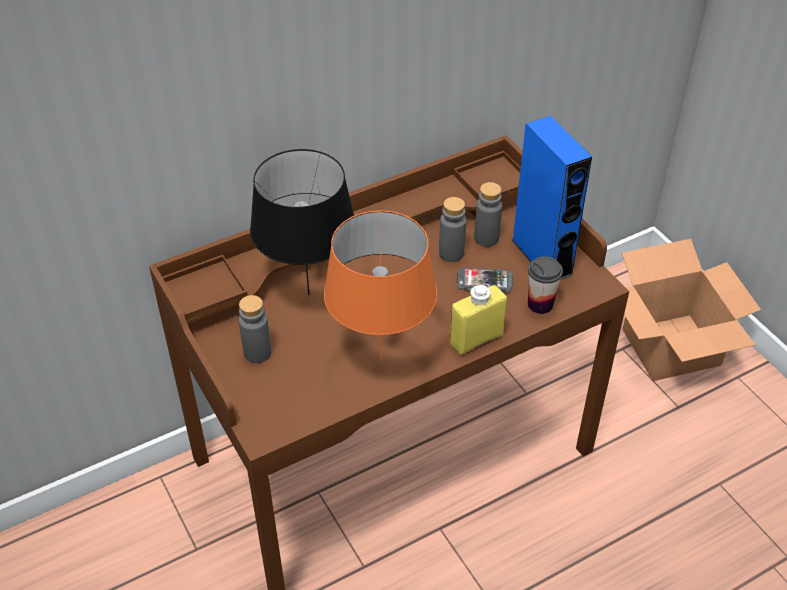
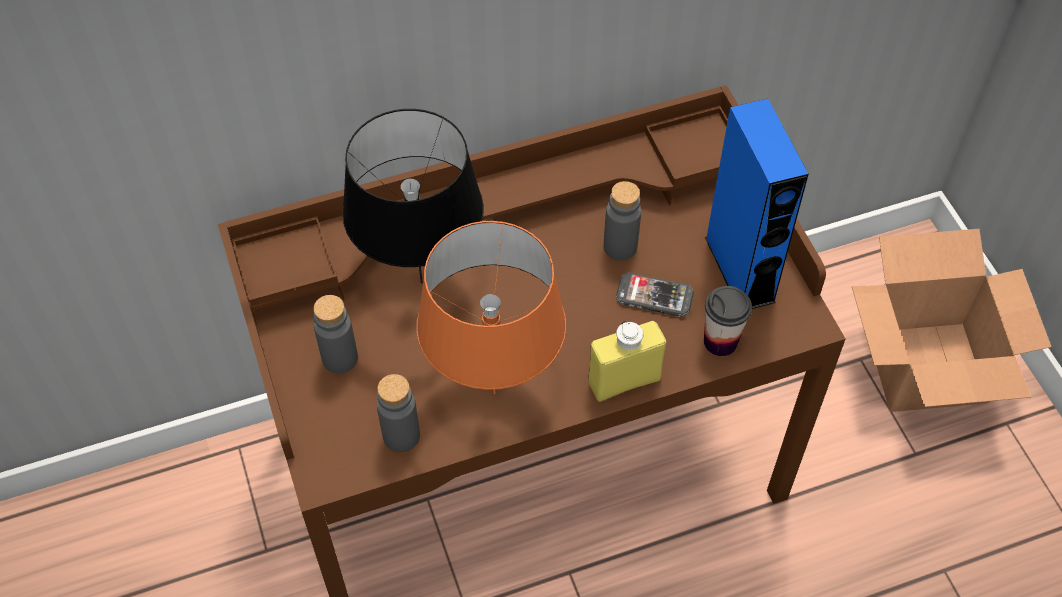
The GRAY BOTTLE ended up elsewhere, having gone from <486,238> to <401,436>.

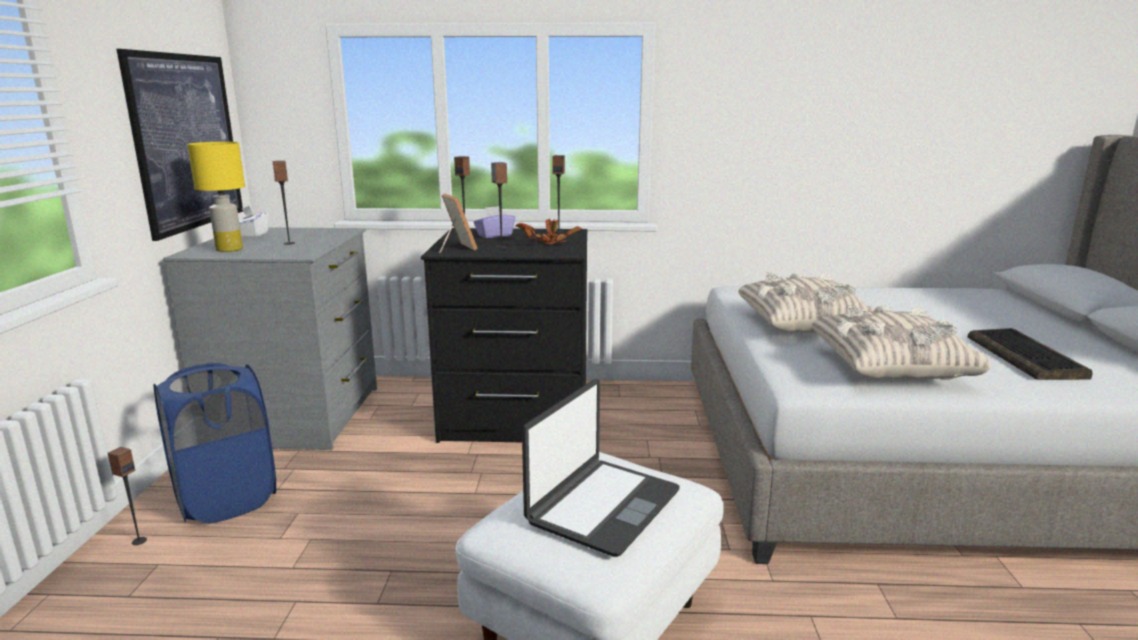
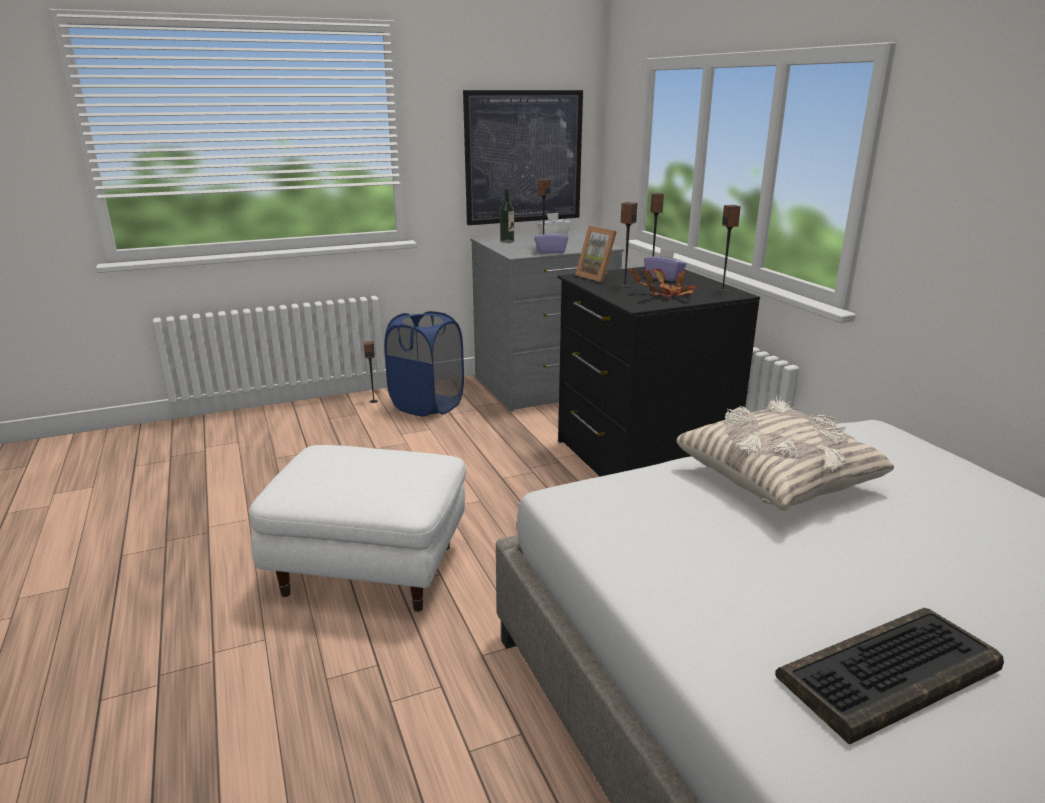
Where the YELLOW-COLOURED TABLETOP LAMP stood at <228,249>, the BOTTLE came to stand at <507,241>. The STANDING FRAME at <455,248> ended up facing another way, 105 degrees clockwise from before. The second view lost the SAND-COLOURED PILLOW at <890,369>. The second view lost the LAPTOP at <602,506>. The second view gained the PURPLISH TISSUE HOLDER at <550,251>.

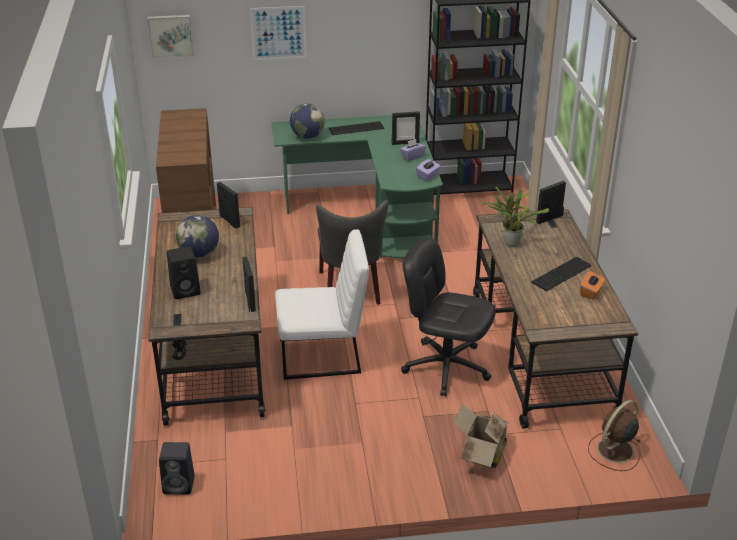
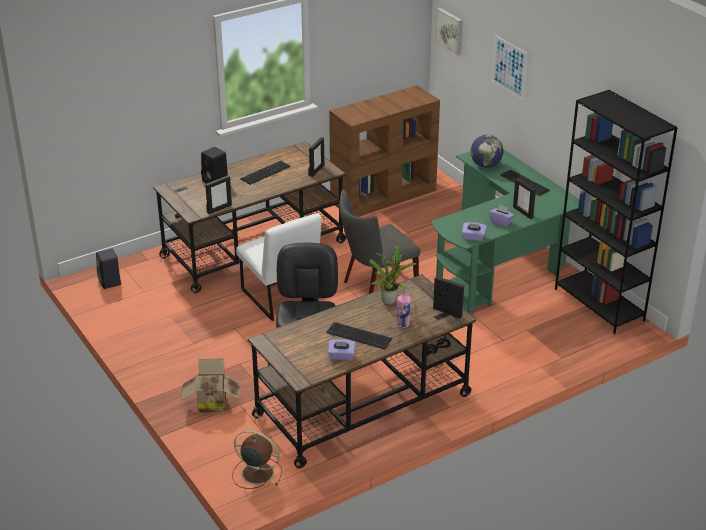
Where the GLOBE stood at <199,254>, the COMPUTER KEYBOARD came to stand at <264,172>. What was the ORANGE TISSUE HOLDER at <591,292> turned into the PURPLISH TISSUE HOLDER at <341,356>. The second view gained the PINK-COLOURED BOTTLE at <403,324>.

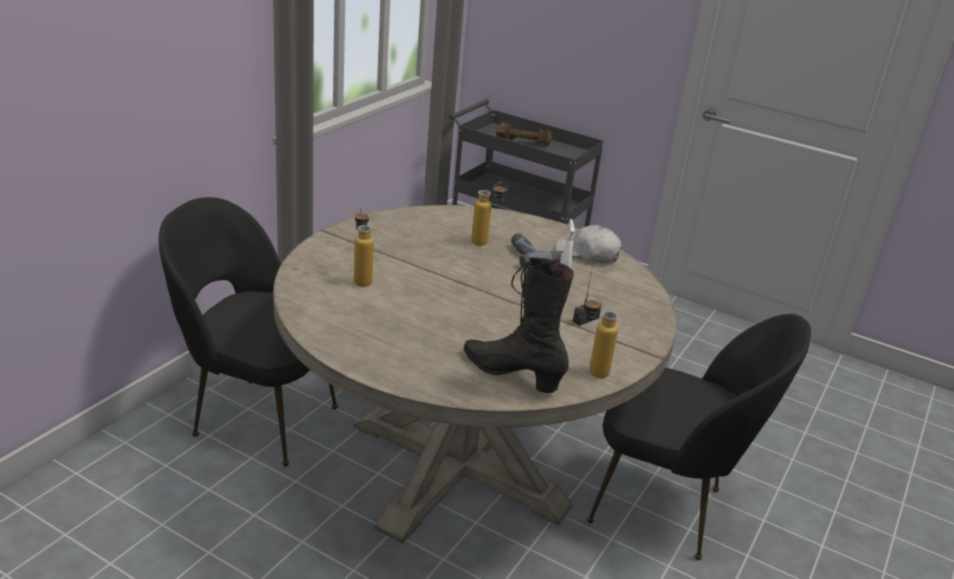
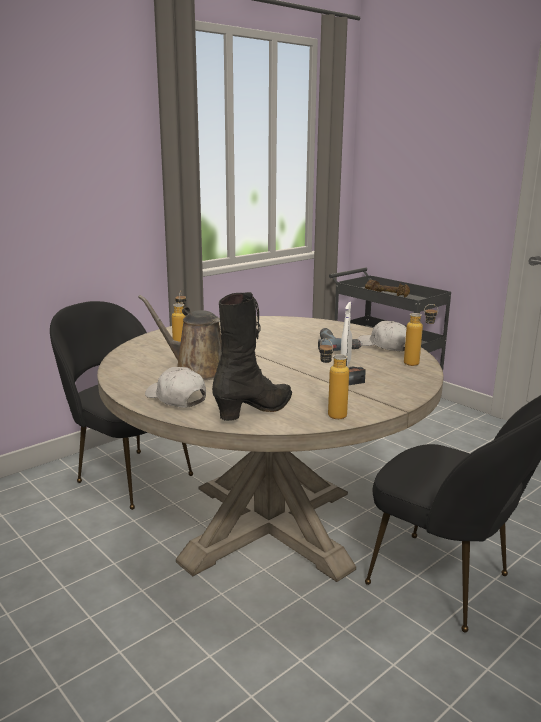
The BOTTLE ended up elsewhere, having gone from <486,242> to <418,364>. The BLACK BOOT at <512,374> ended up facing another way, 75 degrees clockwise from before. The second view gained the BROWNISH SPRINKLING CAN at <197,370>. The second view gained the WHITE-COLOURED CAP at <176,398>.

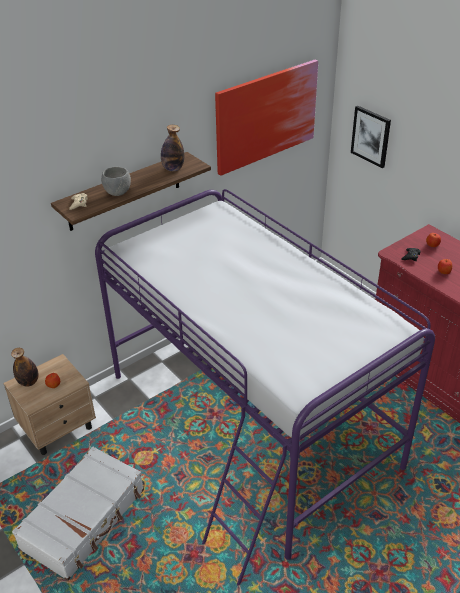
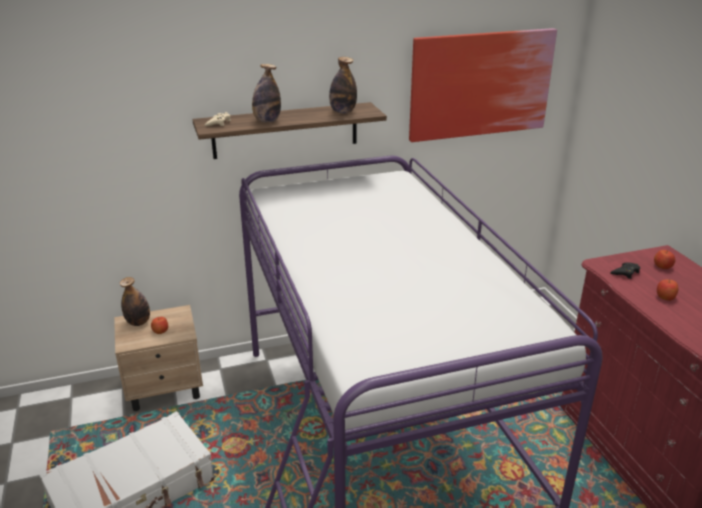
The second view lost the WALL ART at <371,136>. Where the GRAY DEEP DISH stood at <118,193>, the BOTTLE came to stand at <267,121>.

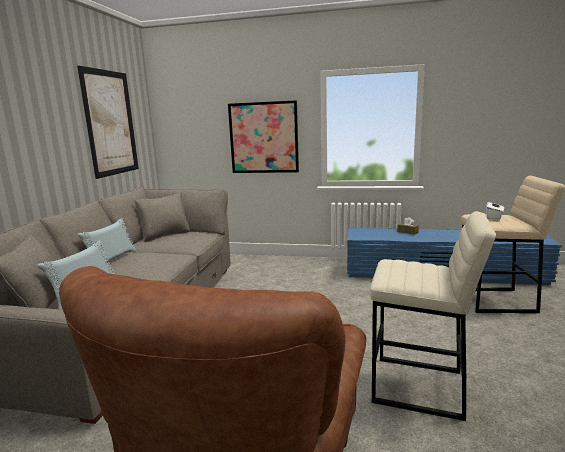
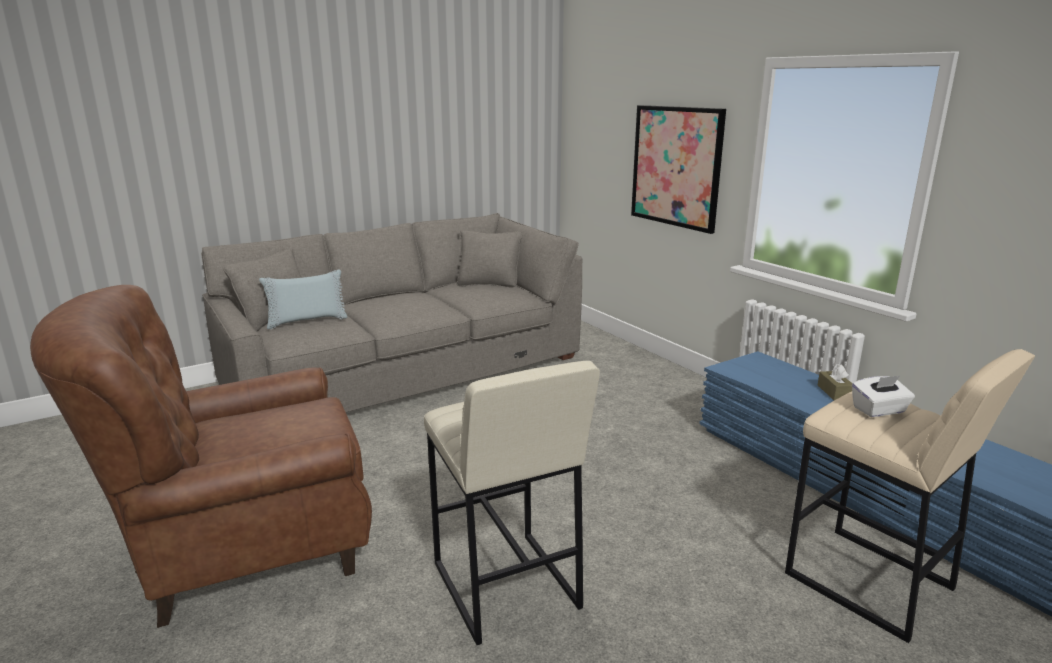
The second view lost the WALL ART at <111,123>. The second view lost the BLUE-COLOURED PILLOW at <112,260>.

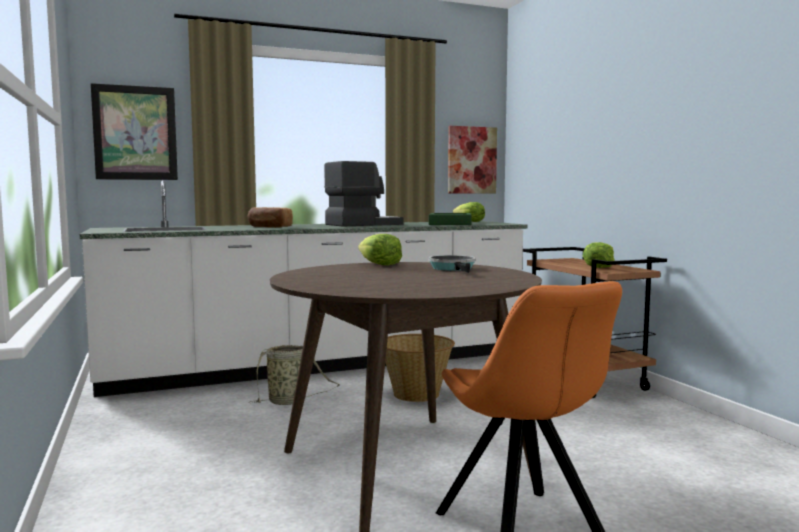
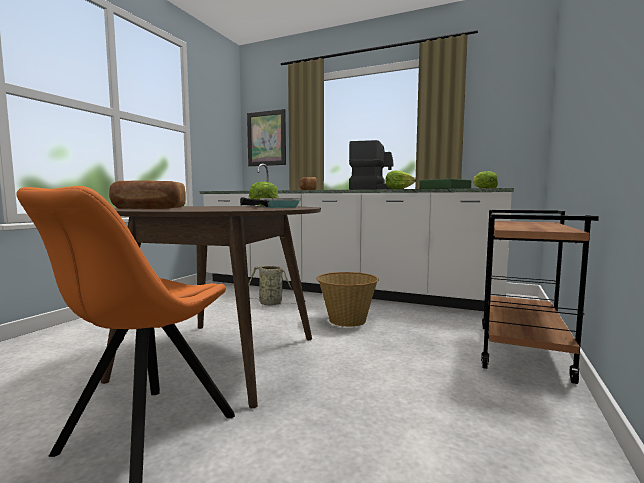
The second view lost the WALL ART at <471,160>. The LETTUCE ended up elsewhere, having gone from <598,266> to <398,189>. The second view gained the BAKERY BREAD at <148,208>.

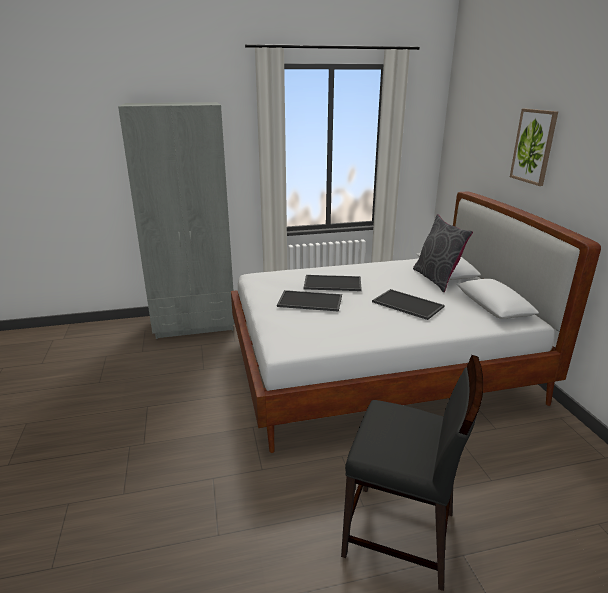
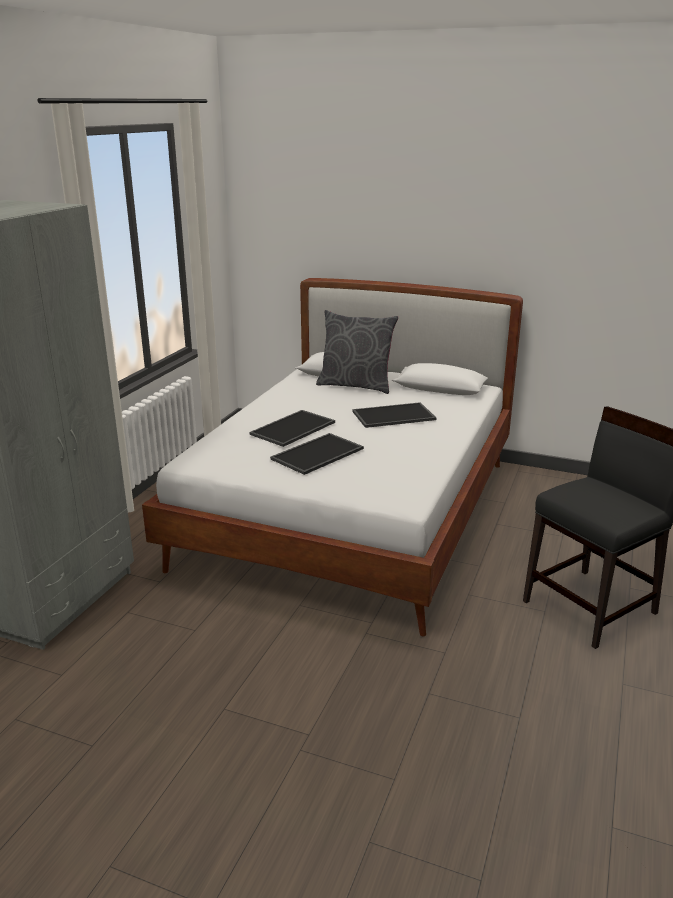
The second view lost the WALL ART at <534,146>.

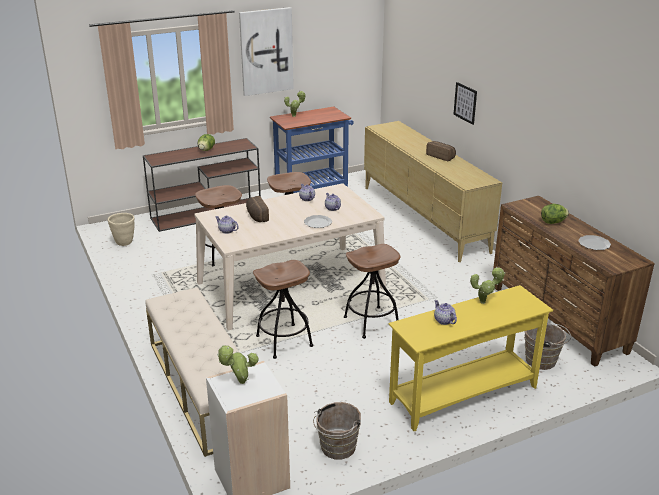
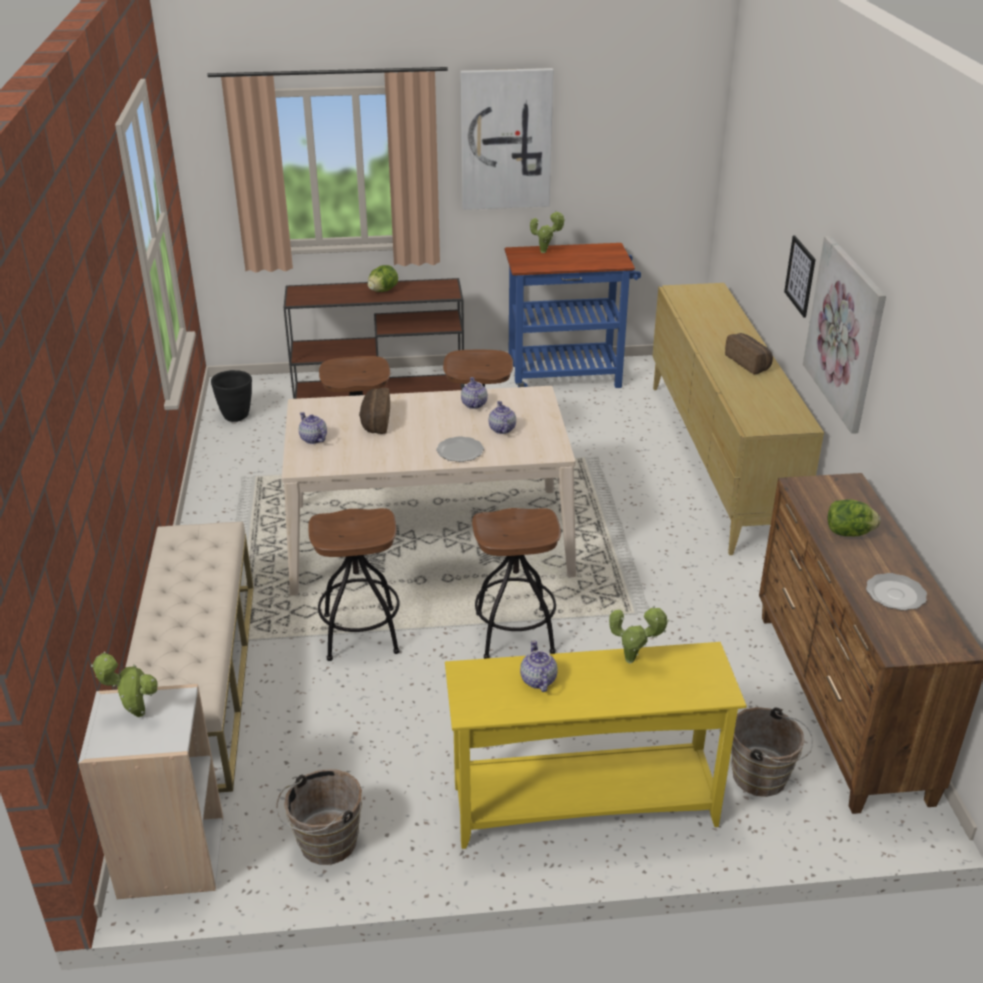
What was the SAND-COLOURED PLANTER at <124,242> turned into the BLACK PLANTER at <236,416>. The second view gained the WALL ART at <844,332>.

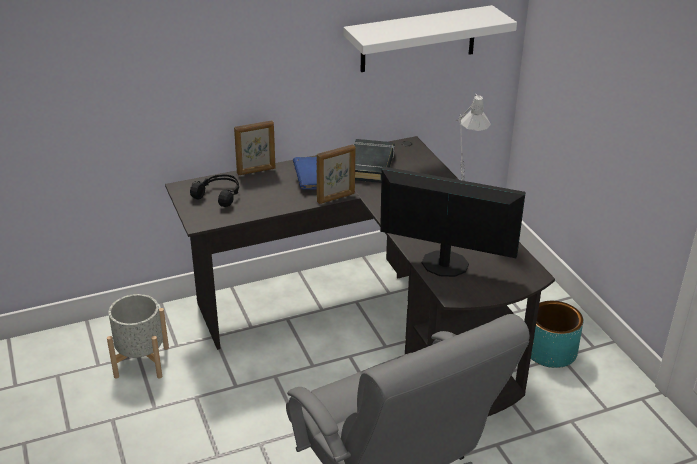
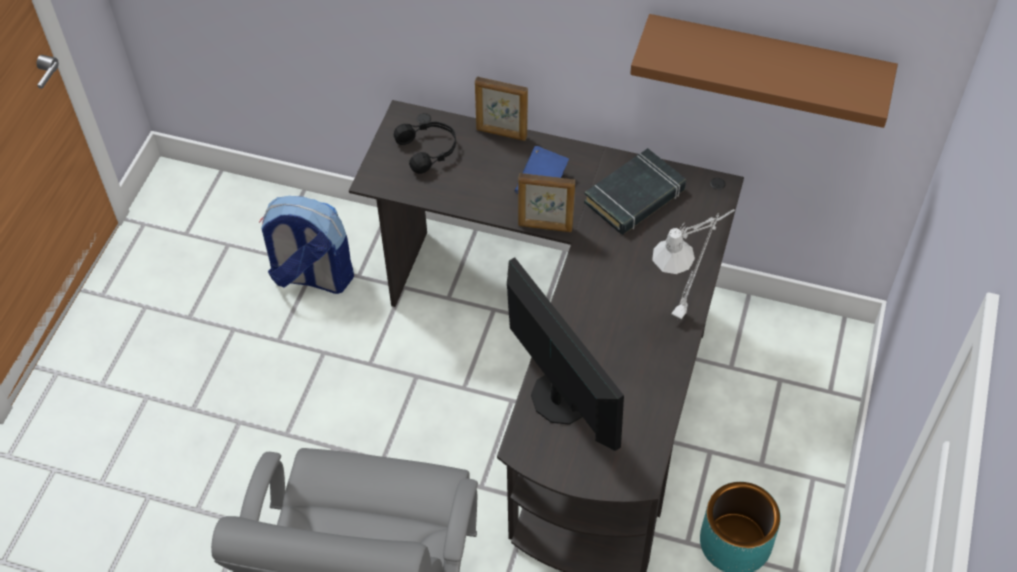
What was the WHITE-COLOURED WALL SHELF at <418,39> turned into the BROWNISH WALL SHELF at <766,65>. Where the GRAY PLANTER stood at <142,362>, the KNAPSACK came to stand at <311,276>.

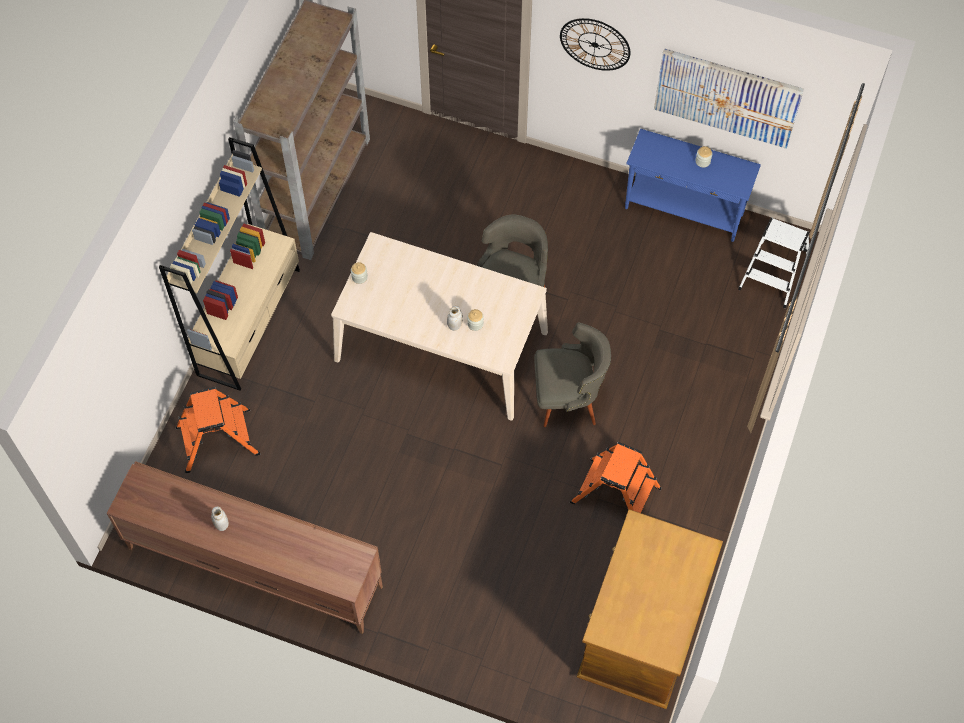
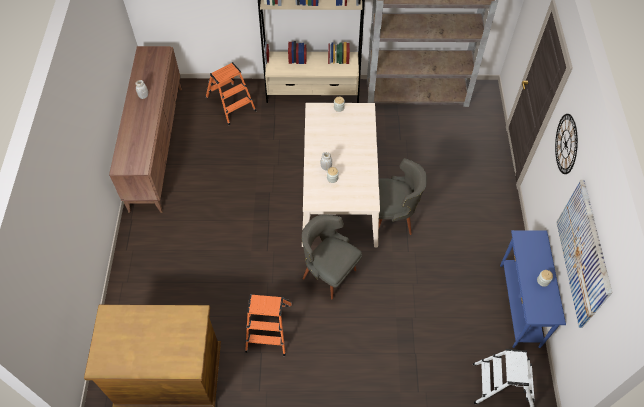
The GRAY CHAIR at <567,401> ended up facing another way, 150 degrees clockwise from before.

